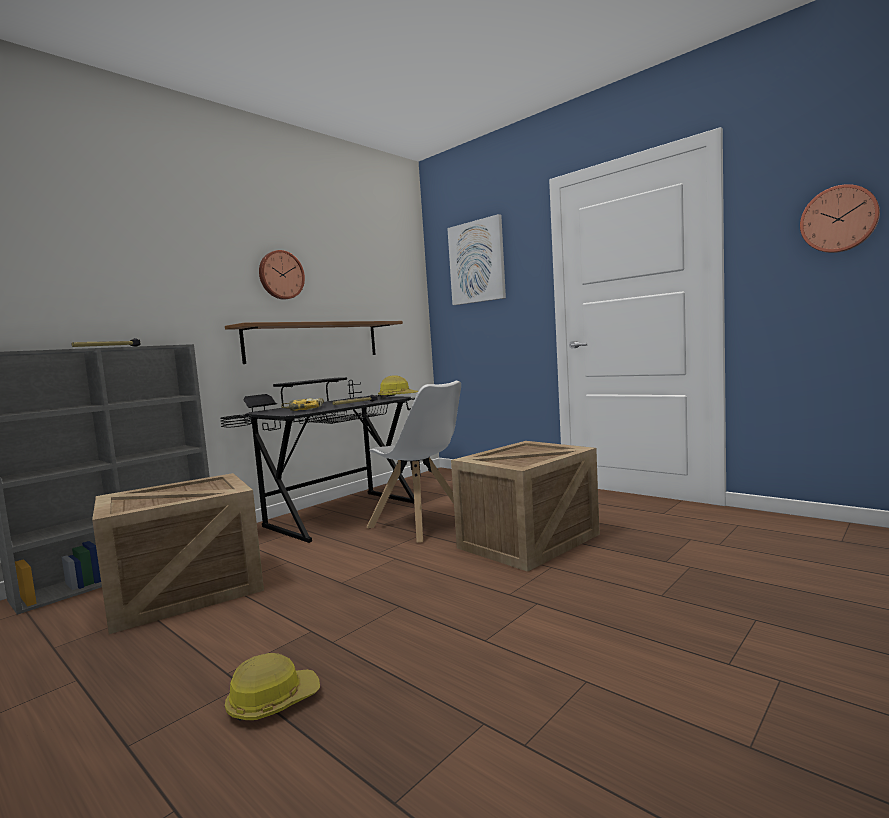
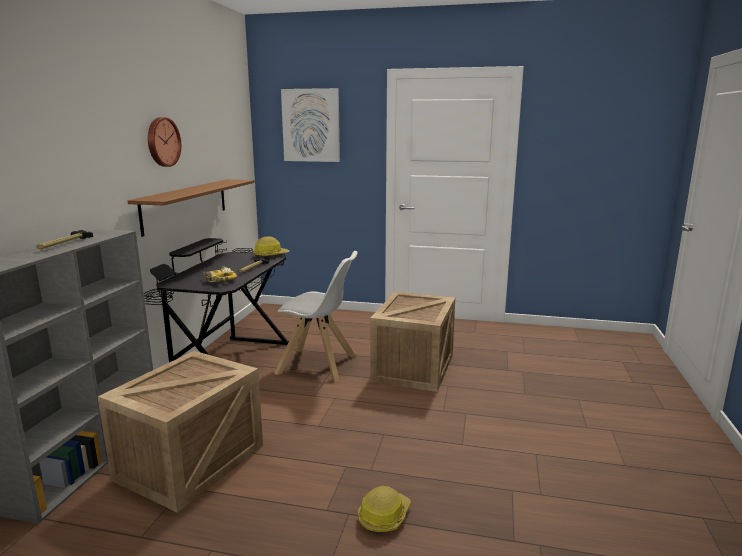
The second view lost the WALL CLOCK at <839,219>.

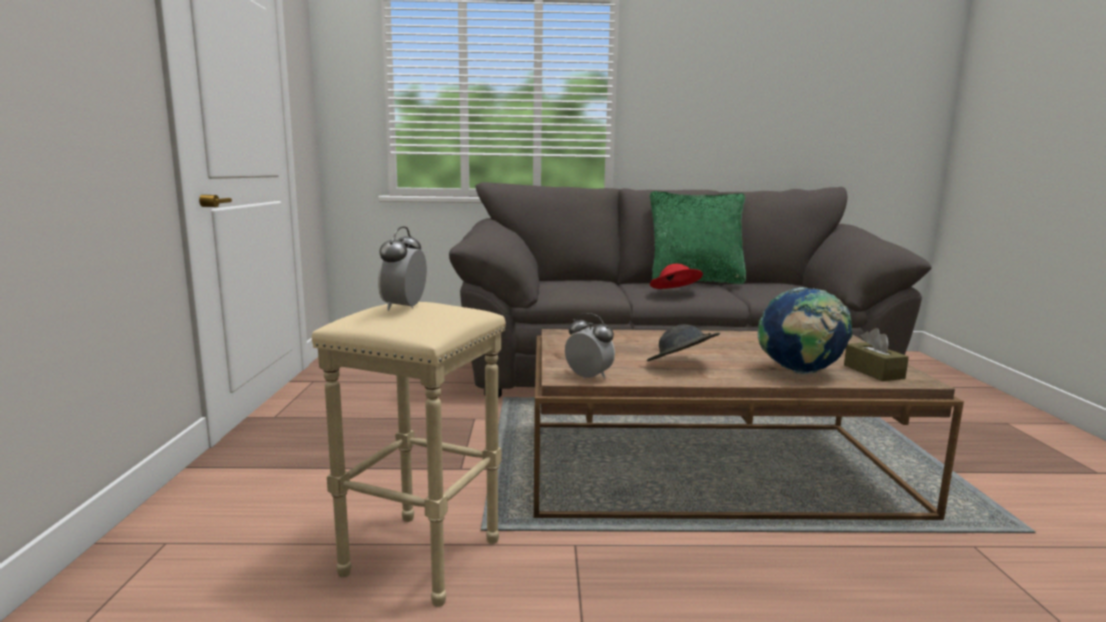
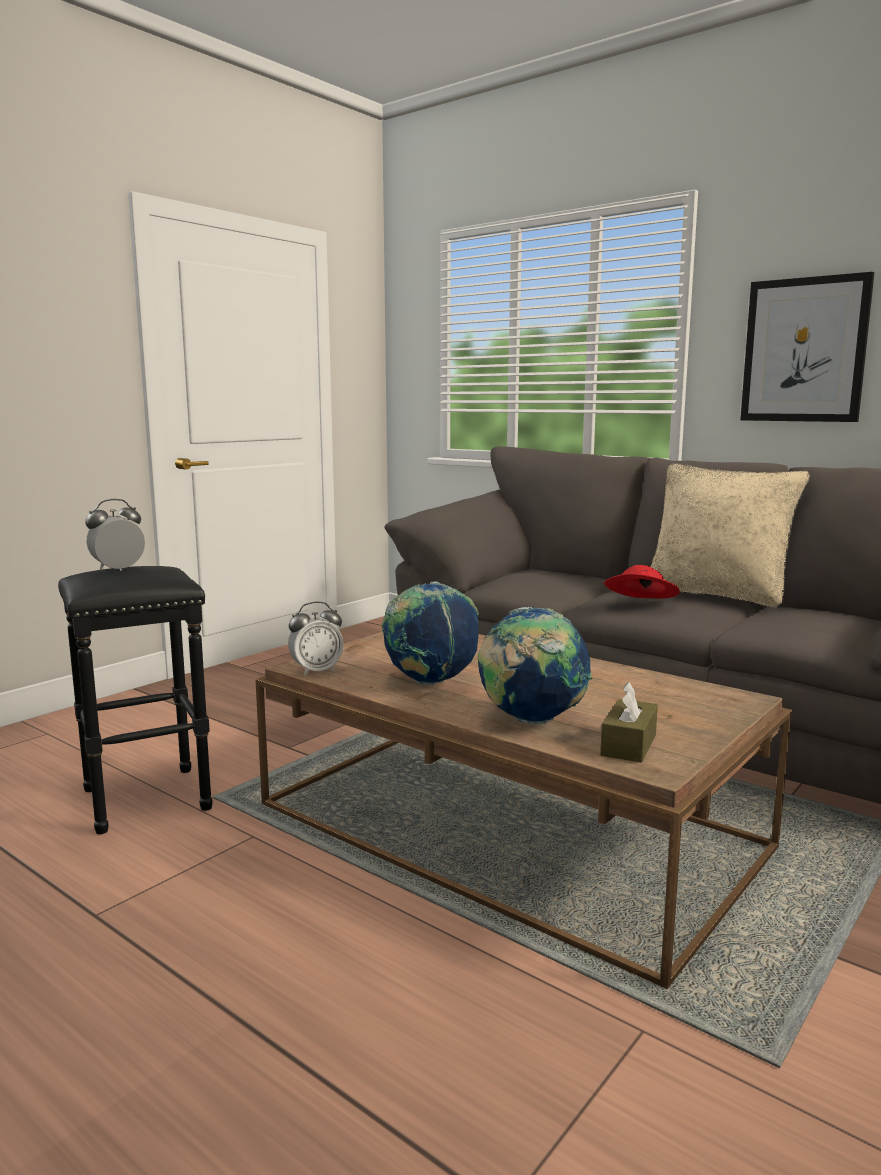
What was the GREEN PILLOW at <696,283> turned into the SAND-COLOURED PILLOW at <717,598>. What was the SAND-COLOURED STOOL SEAT at <422,558> turned into the BLACK STOOL SEAT at <145,800>. The ALARM CLOCK at <588,377> ended up facing another way, 75 degrees clockwise from before. Where the GRAY CLOTHING HAT stood at <681,365>, the GLOBE came to stand at <430,682>. The second view gained the WALL ART at <804,350>.

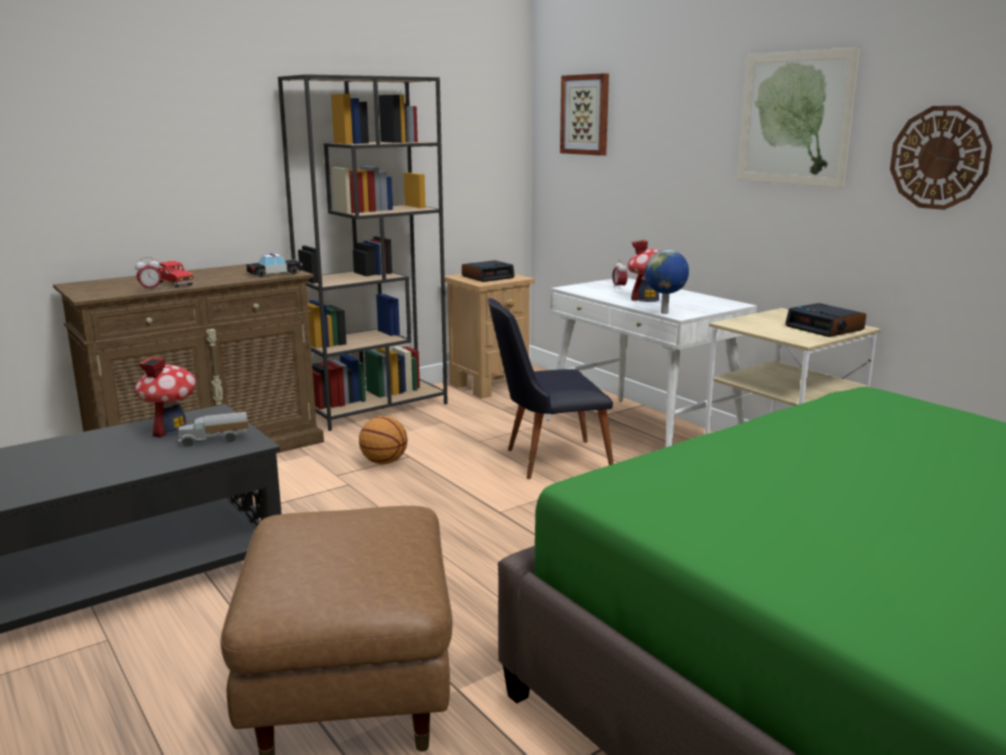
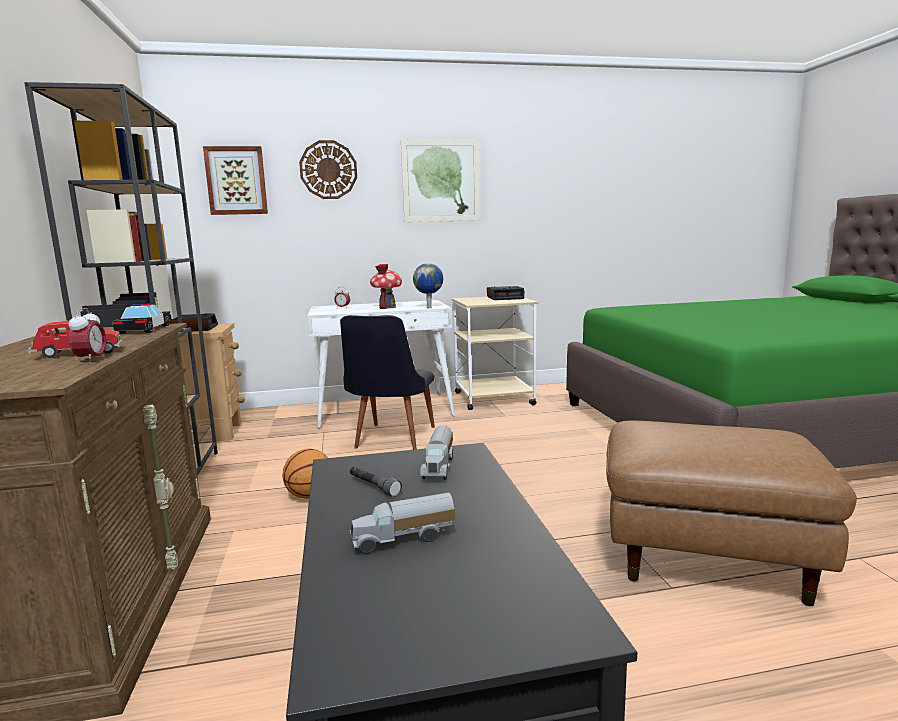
The WALL CLOCK ended up elsewhere, having gone from <939,158> to <328,170>. Where the MINIATURE HOUSE stood at <171,429>, the GRAY TORCH came to stand at <373,487>. The second view gained the TOY TRUCK at <403,539>.

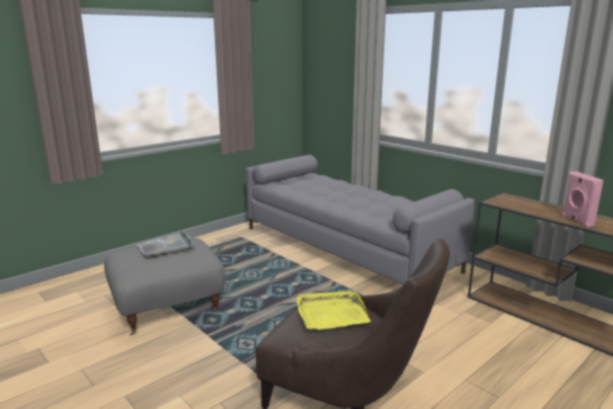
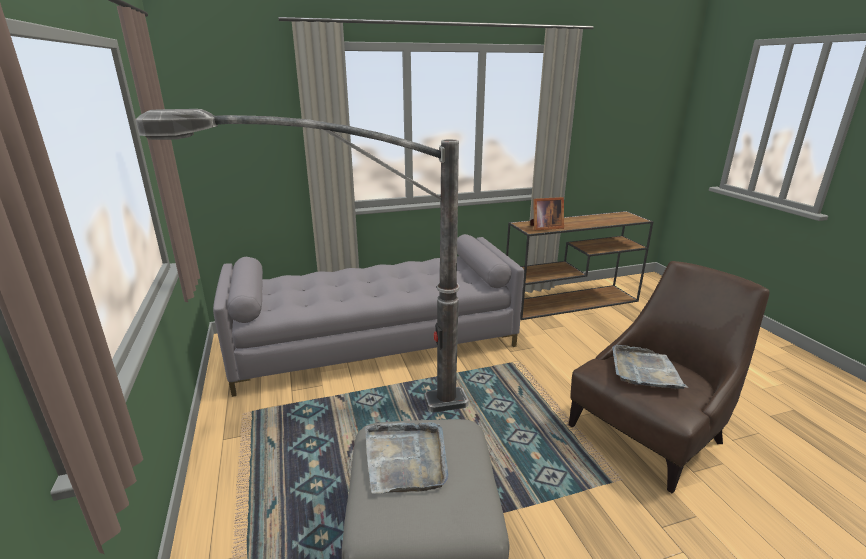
The second view lost the PINK-COLOURED LOUDSPEAKER at <576,220>. What was the YELLOW-COLOURED CARRYING TRAY at <331,313> turned into the GRAY CARRYING TRAY at <644,370>. The second view gained the STANDING LAMP at <345,416>. The second view gained the STANDING FRAME at <545,227>.

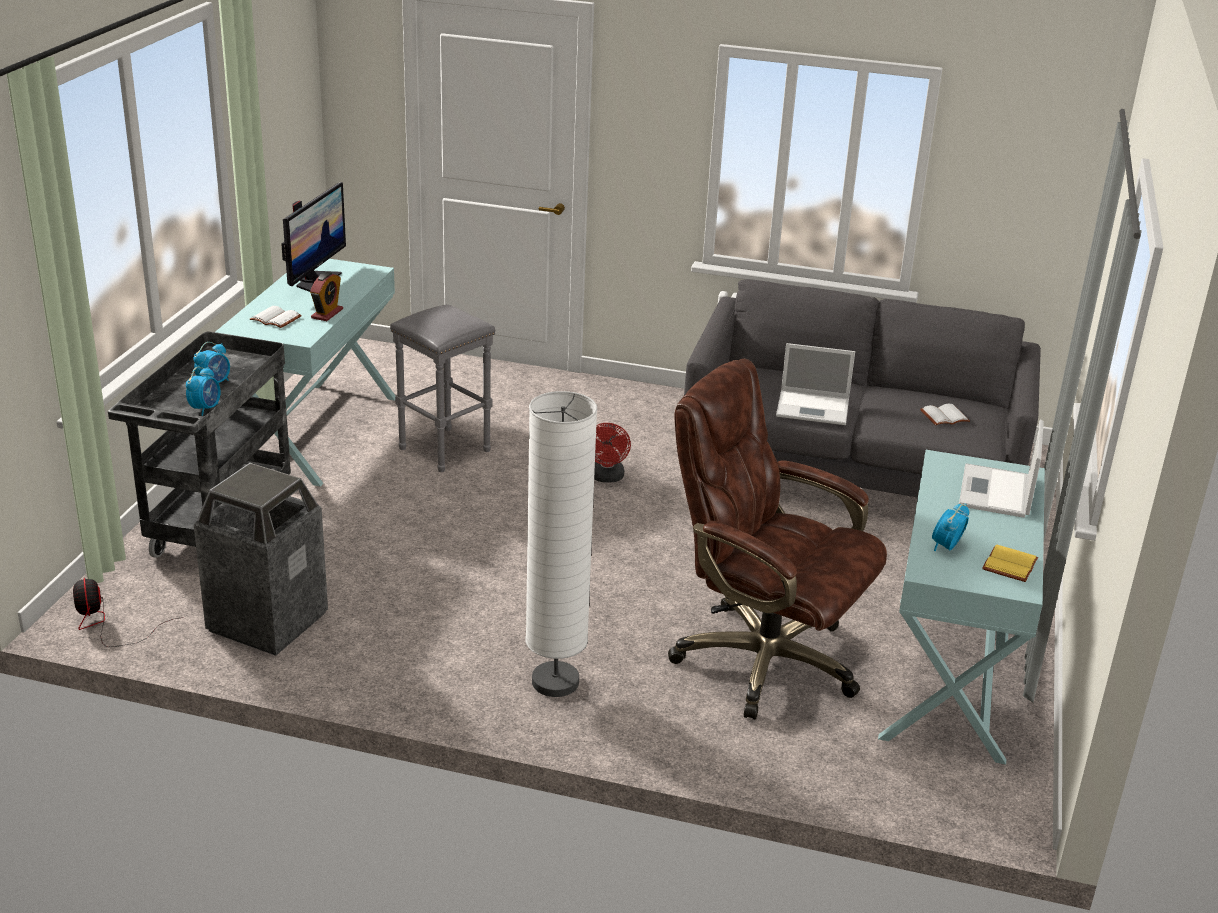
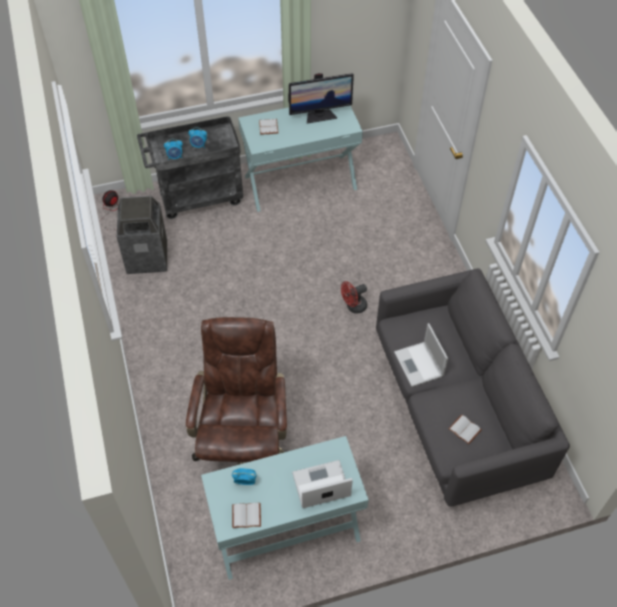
The second view lost the ALARM CLOCK at <327,313>. The second view lost the GRAY STOOL SEAT at <444,450>. The second view lost the WHITE-COLOURED STANDING LAMP at <555,682>. What was the YELLOW-COLOURED BOOK at <1011,566> turned into the WHITE-COLOURED BOOK at <246,516>.

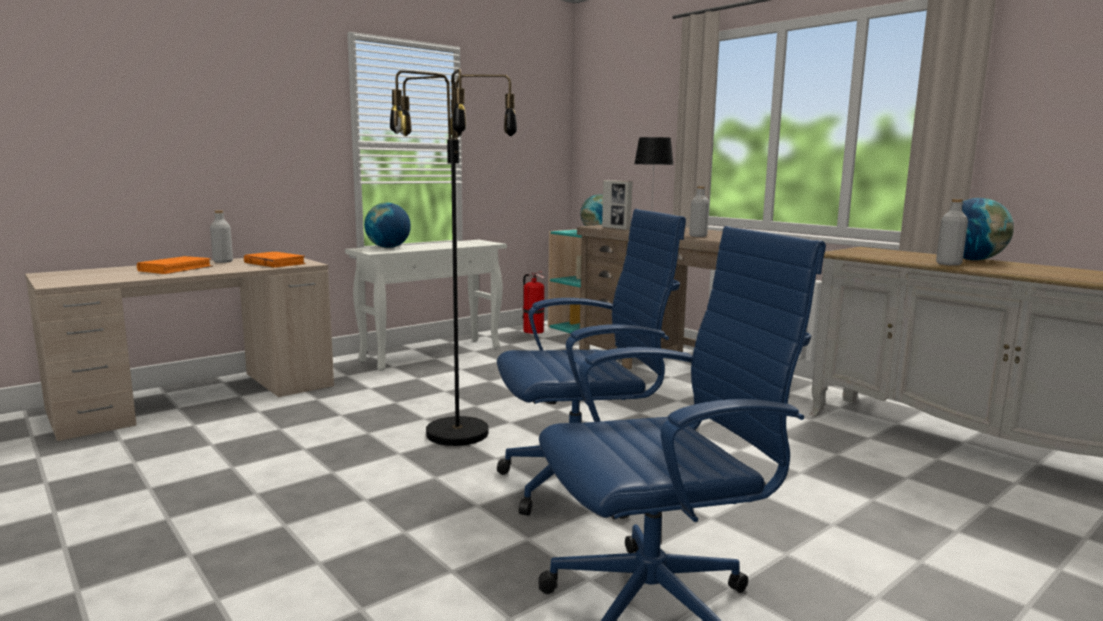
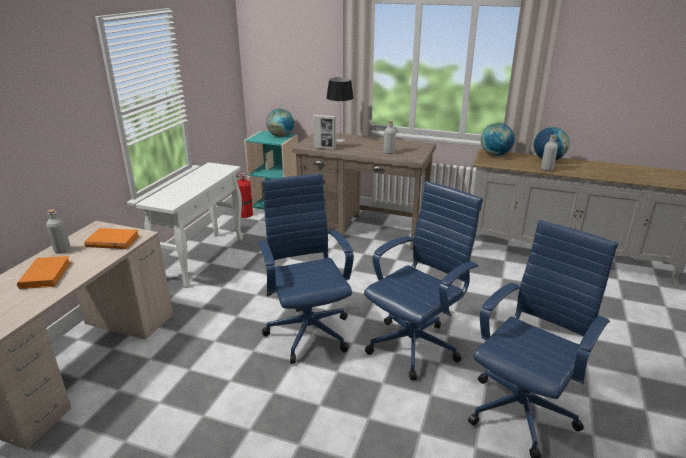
Where the STANDING LAMP stood at <455,434>, the BLUE-COLOURED COMPUTER CHAIR came to stand at <308,331>. The GLOBE ended up elsewhere, having gone from <388,247> to <495,155>.

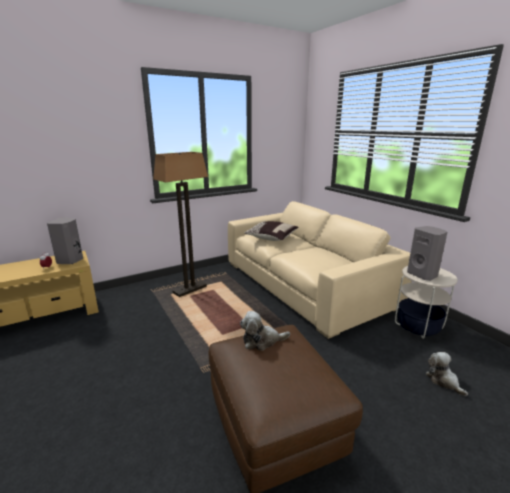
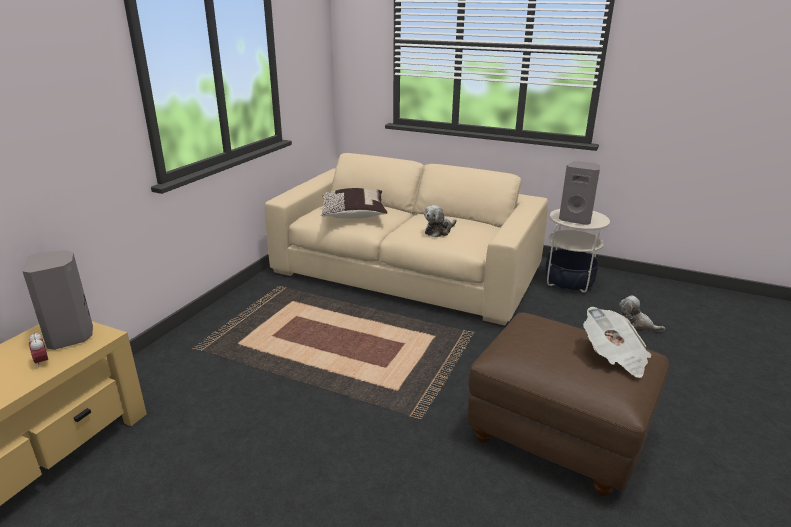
The second view lost the STANDING LAMP at <190,289>. The PLUSH TOY ended up elsewhere, having gone from <262,341> to <439,231>. The second view gained the DAILY PAPER at <614,357>.

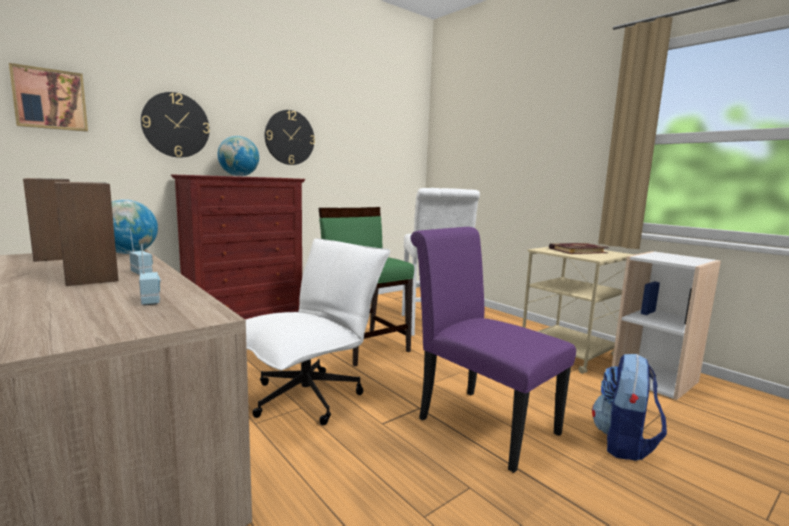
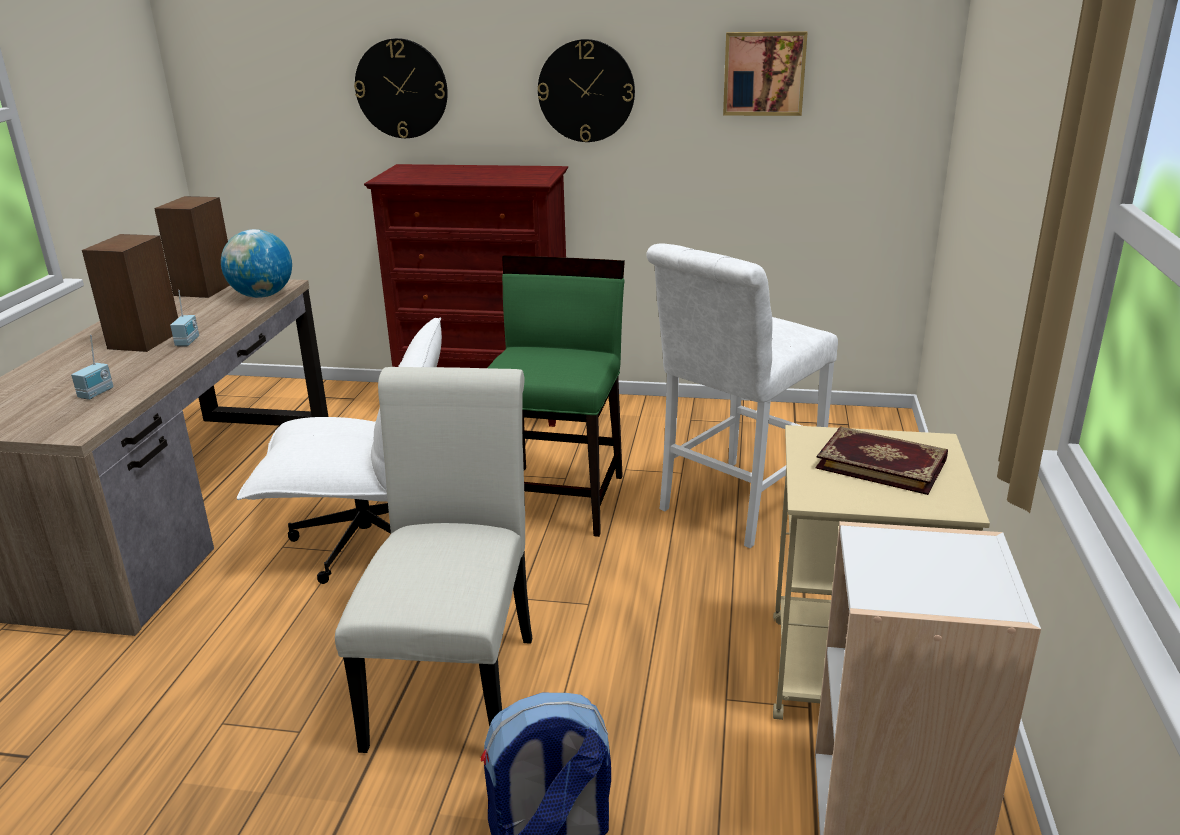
The WALL ART ended up elsewhere, having gone from <50,99> to <764,73>. The second view lost the GLOBE at <239,176>. What was the PURPLISH CHAIR at <479,422> turned into the WHITE-COLOURED CHAIR at <456,681>.

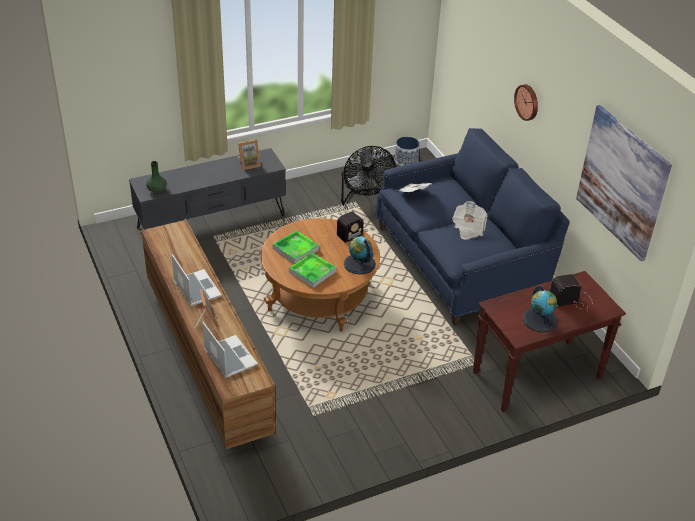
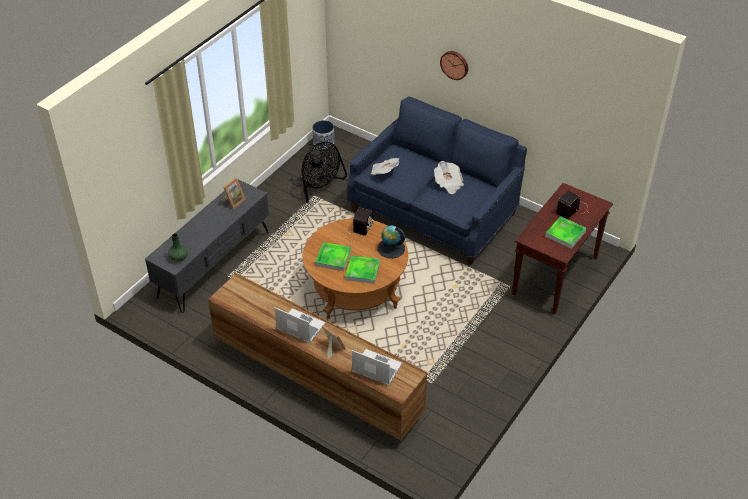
The second view lost the WALL ART at <622,182>. Where the GLOBE stood at <540,320>, the CARRYING TRAY came to stand at <565,234>.

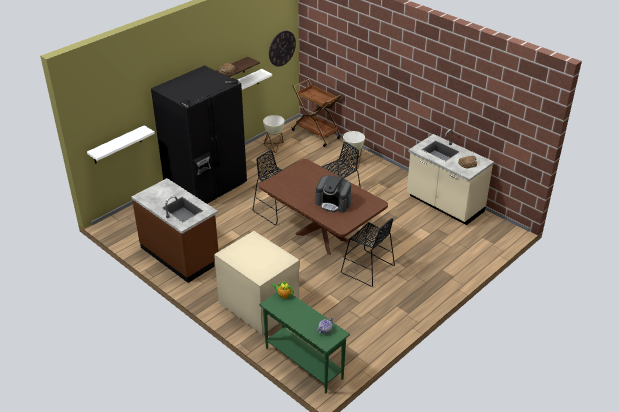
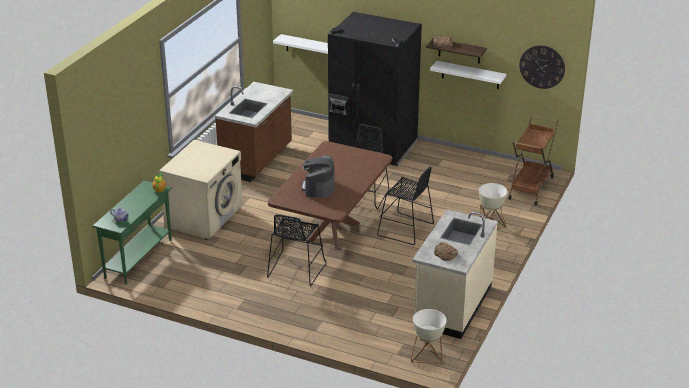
The PLANTER ended up elsewhere, having gone from <274,146> to <427,356>.

